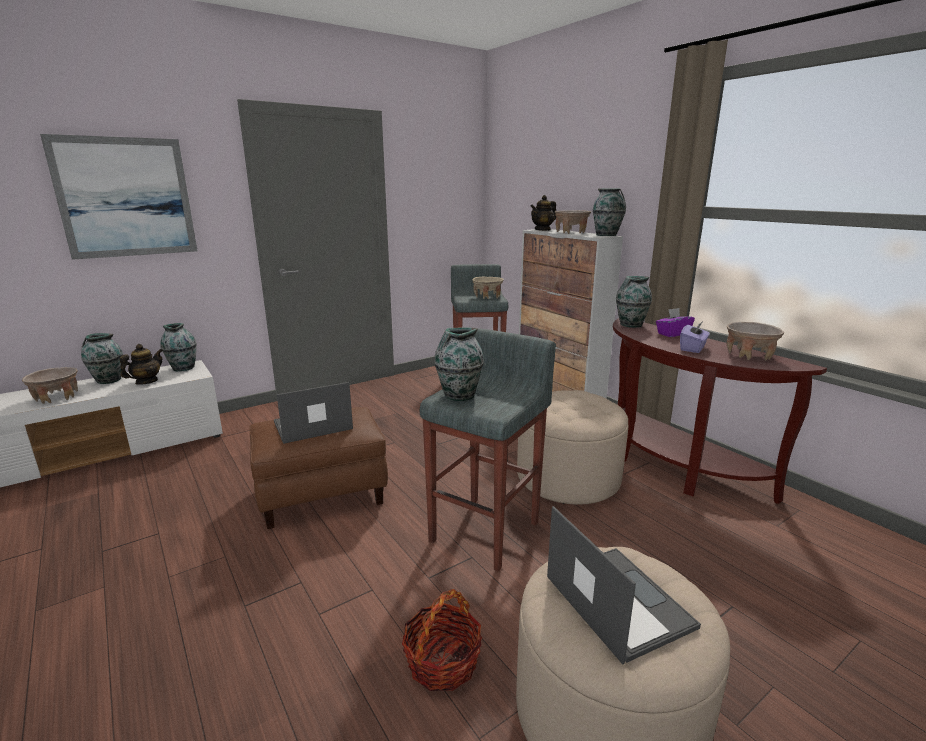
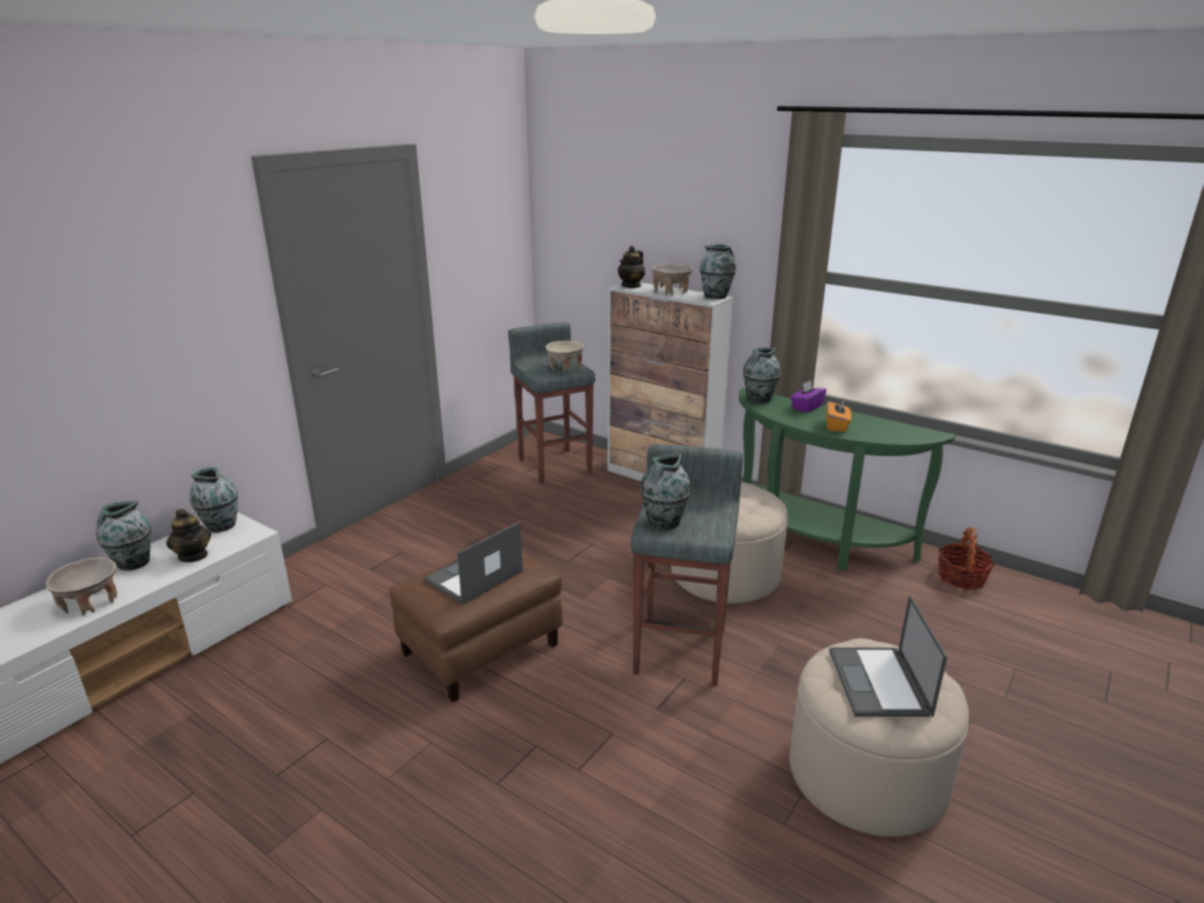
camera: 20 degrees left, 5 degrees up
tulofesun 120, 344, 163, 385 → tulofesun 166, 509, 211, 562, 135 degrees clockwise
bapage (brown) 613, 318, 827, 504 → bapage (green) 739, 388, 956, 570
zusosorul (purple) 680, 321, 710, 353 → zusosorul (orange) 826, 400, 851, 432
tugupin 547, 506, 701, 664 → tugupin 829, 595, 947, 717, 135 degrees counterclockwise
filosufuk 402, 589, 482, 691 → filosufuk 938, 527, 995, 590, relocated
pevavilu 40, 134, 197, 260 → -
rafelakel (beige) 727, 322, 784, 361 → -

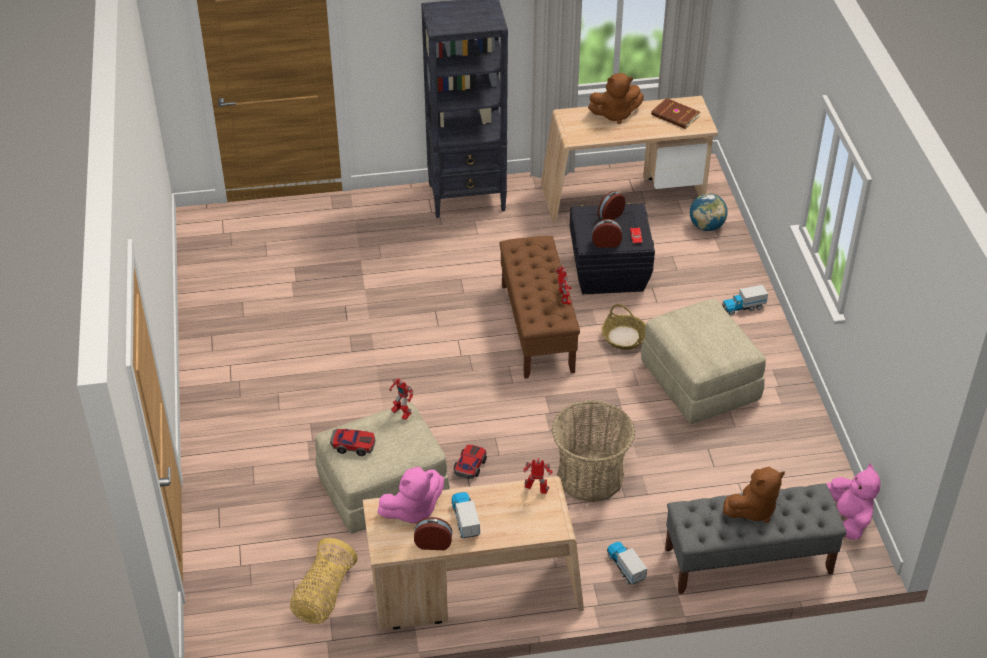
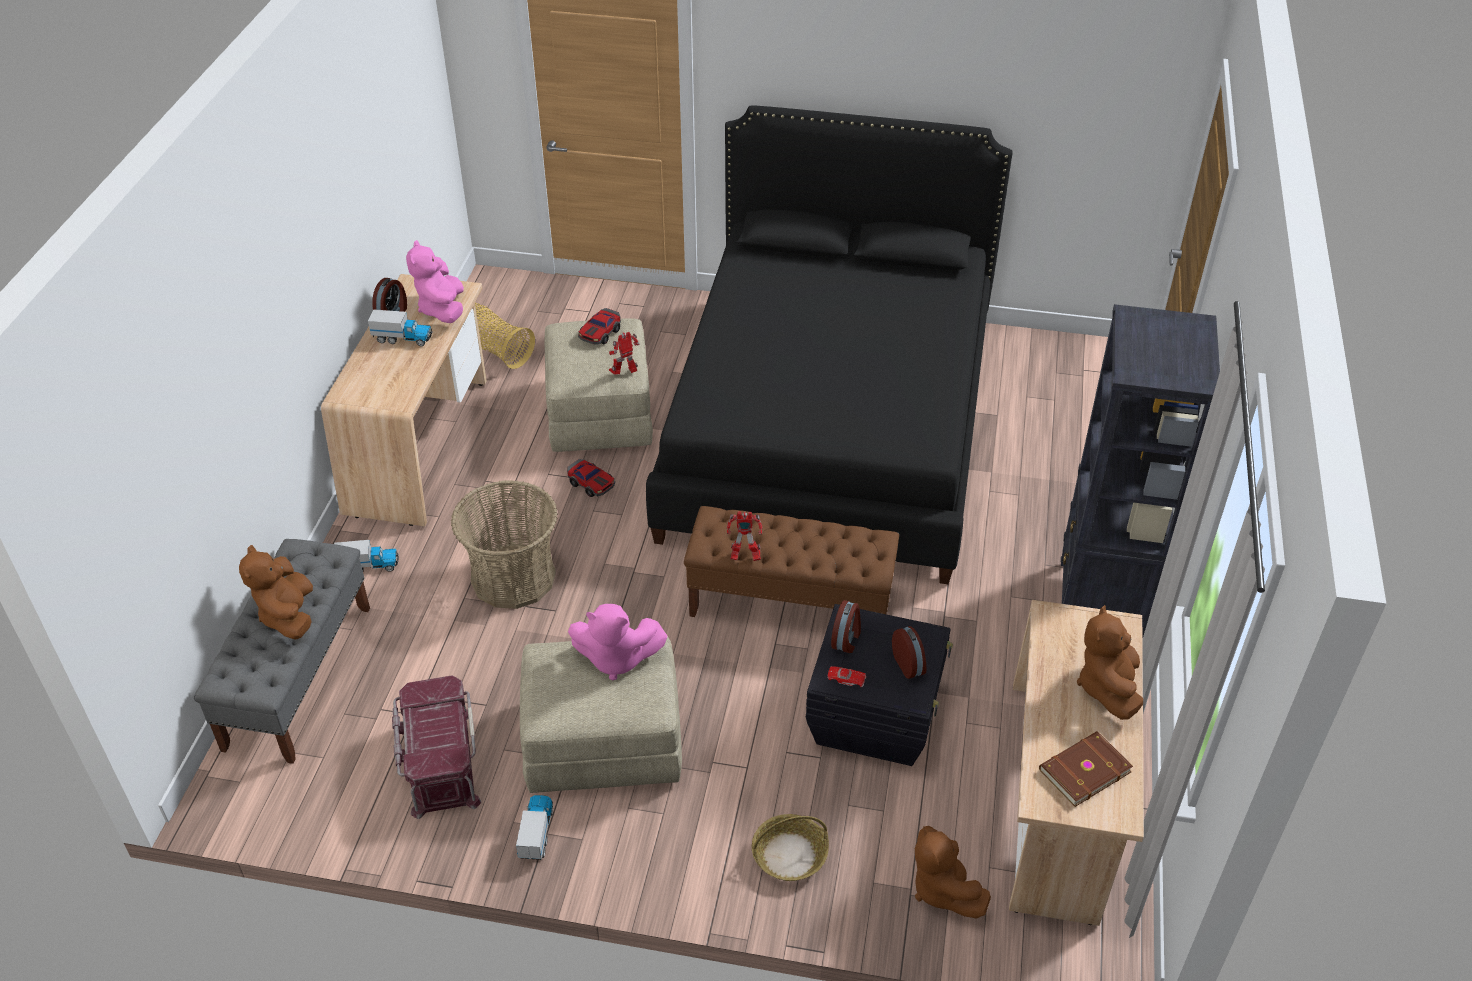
camera: 110 degrees right, 0 degrees up
- → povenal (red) 392, 675, 482, 819
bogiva 722, 285, 768, 315 → bogiva 516, 795, 553, 860, relocated
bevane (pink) 827, 464, 881, 540 → bevane (pink) 568, 604, 668, 680, relocated
- → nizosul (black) 646, 106, 1013, 584
filosufuk 601, 304, 646, 350 → filosufuk 752, 814, 829, 881, relocated
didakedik 690, 193, 728, 231 → bevane (brown) 915, 826, 991, 919
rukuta 523, 458, 553, 494 → -

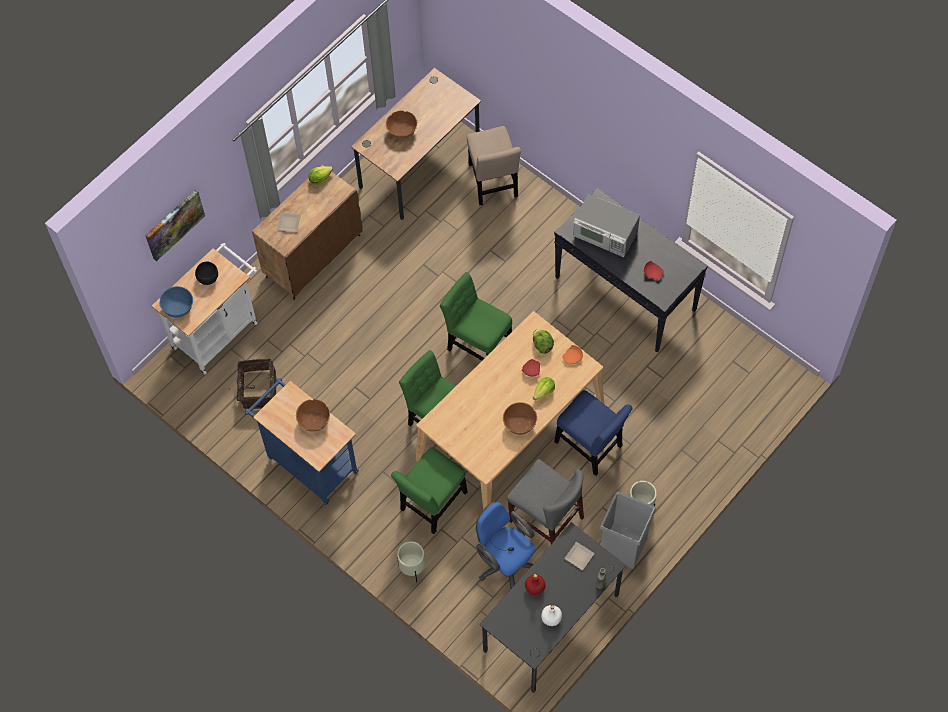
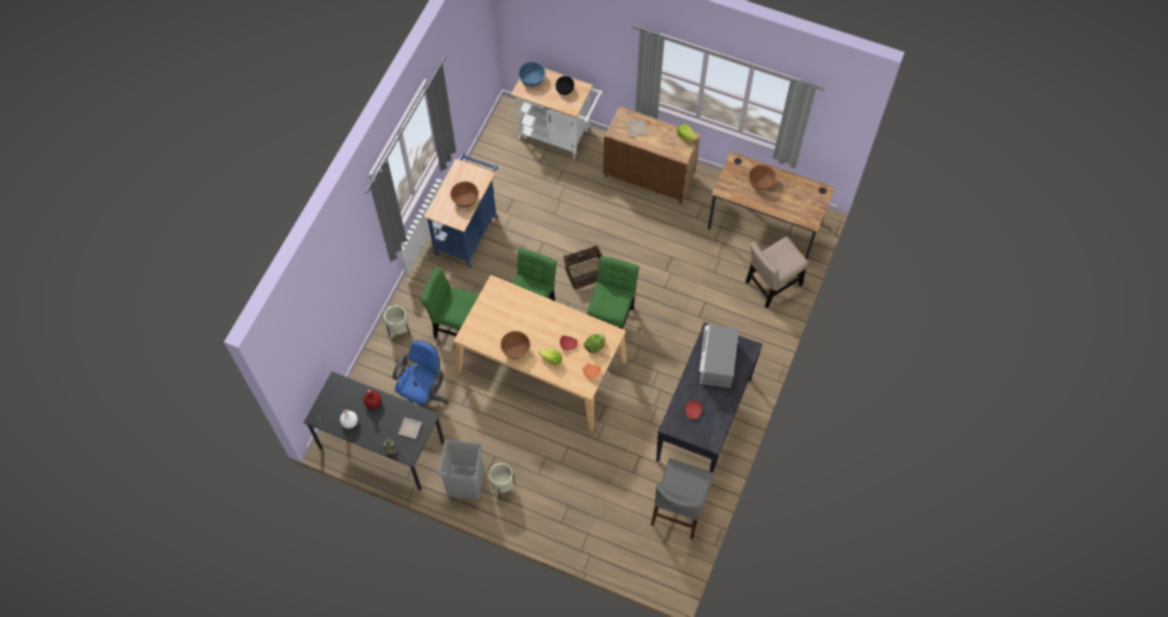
camera: 70 degrees right, 0 degrees up
filosufuk 236, 359, 276, 409 → filosufuk 563, 246, 602, 290, relocated
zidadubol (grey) 507, 459, 584, 544 → zidadubol (grey) 651, 459, 714, 540, relocated
pevavilu 145, 190, 205, 261 → -
zidadubol (blue) 554, 390, 633, 476 → -

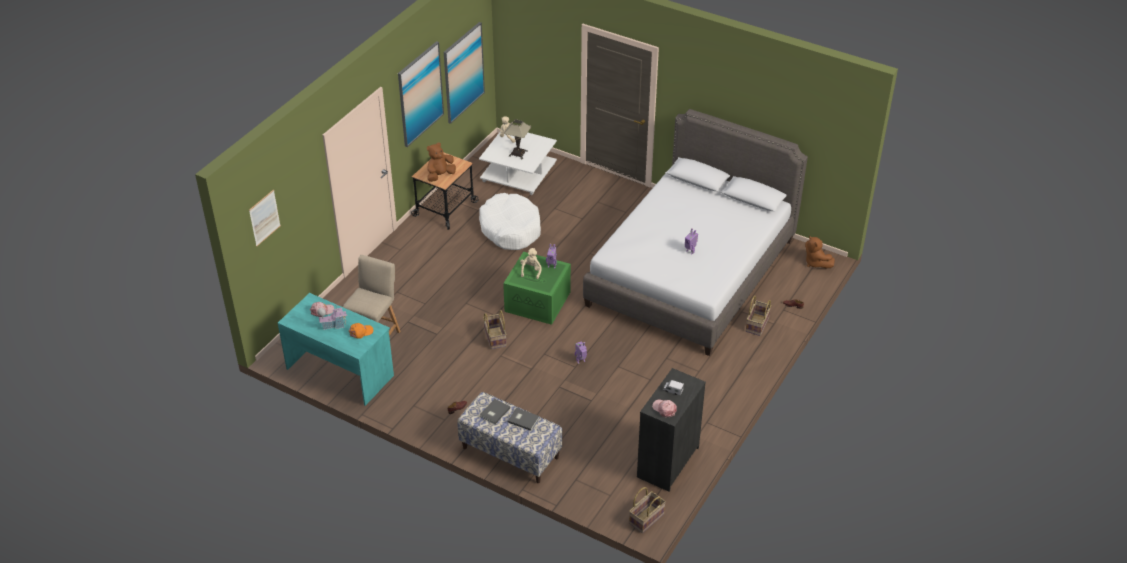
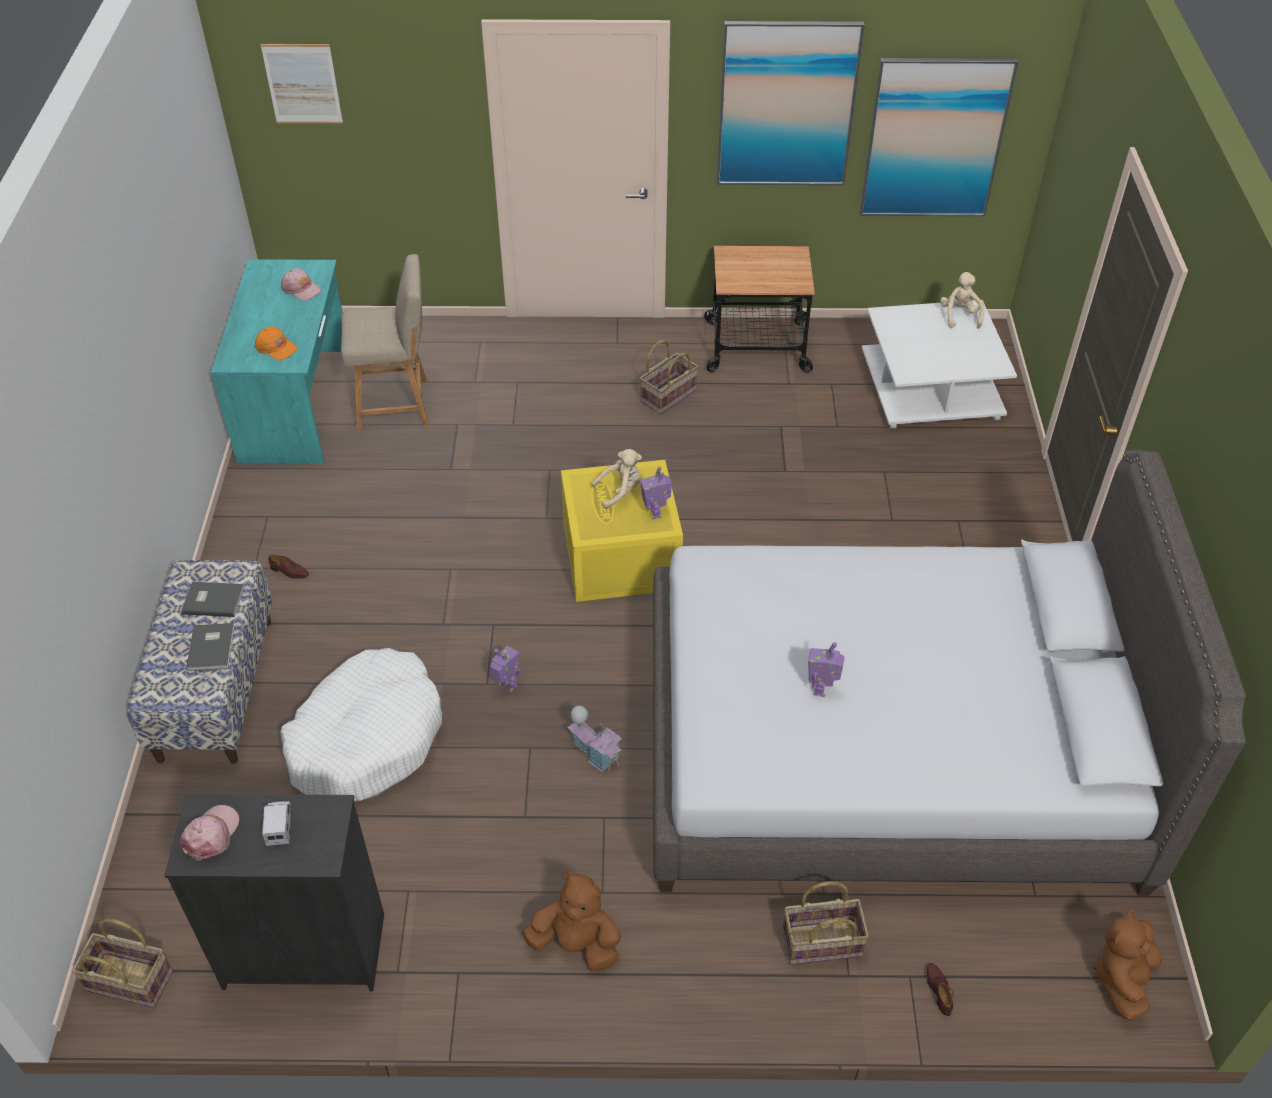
camera: 60 degrees right, 5 degrees up
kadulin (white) 479, 193, 541, 250 → kadulin (white) 280, 648, 442, 801, relocated
bevane (brown) 427, 142, 456, 182 → bevane (brown) 522, 872, 621, 971, relocated
povenal (green) 503, 251, 571, 325 → povenal (yellow) 561, 460, 683, 602
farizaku 317, 305, 347, 330 → farizaku 567, 705, 622, 772, relocated
filosufuk 483, 310, 506, 349 → filosufuk 640, 340, 698, 415, relocated
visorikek 504, 119, 531, 160 → -

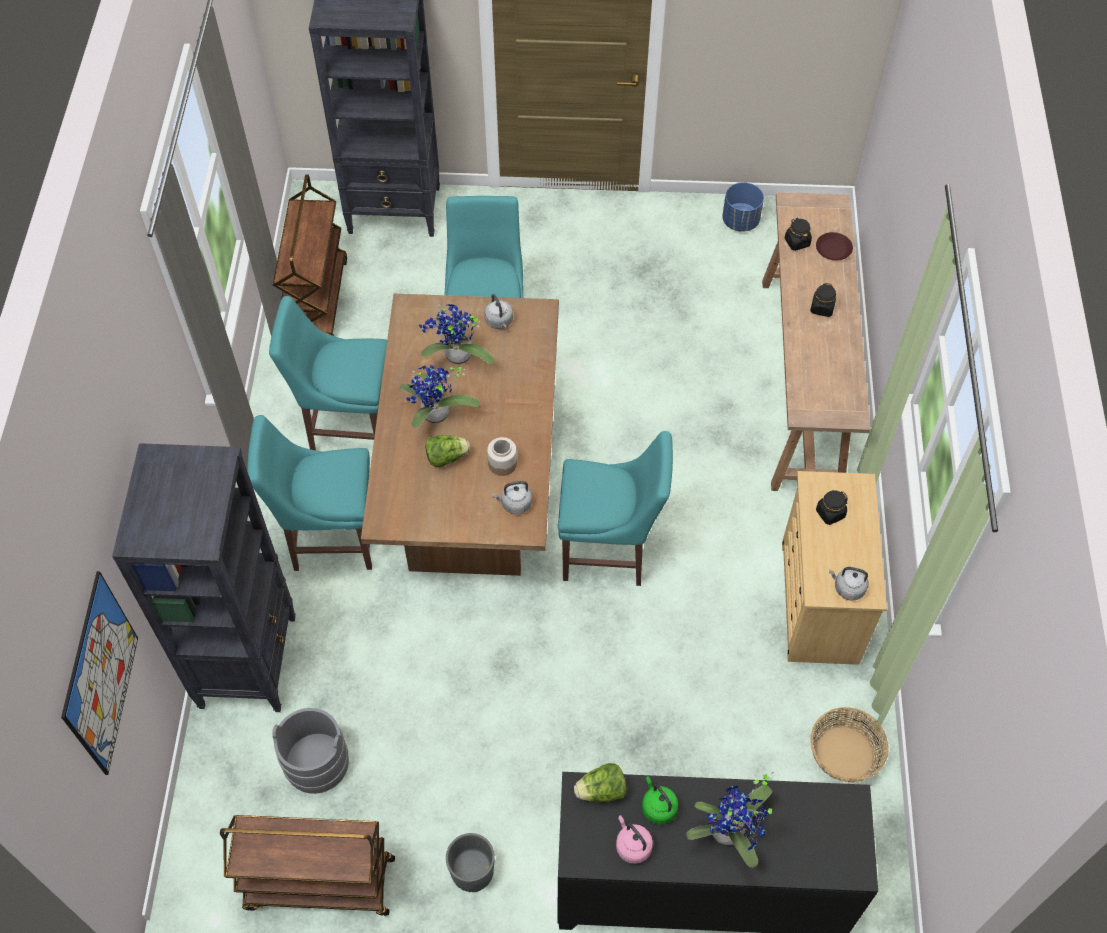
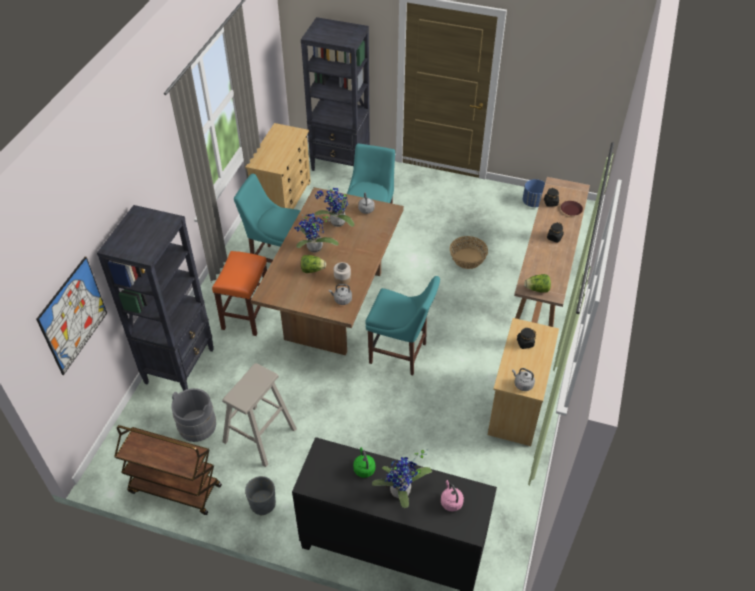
camera: 15 degrees right, 10 degrees down
zidadubol (turquoise) 247, 415, 372, 571 → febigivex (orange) 212, 251, 267, 336
- → febigivex (beige) 222, 363, 297, 467
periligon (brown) 273, 175, 347, 336 → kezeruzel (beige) 245, 123, 311, 209
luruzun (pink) 616, 815, 653, 864 → luruzun (pink) 441, 480, 464, 512, relocated
filosufuk 810, 707, 889, 783 → filosufuk 450, 236, 488, 269, relocated
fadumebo 574, 763, 626, 802 → fadumebo 524, 274, 551, 292, relocated

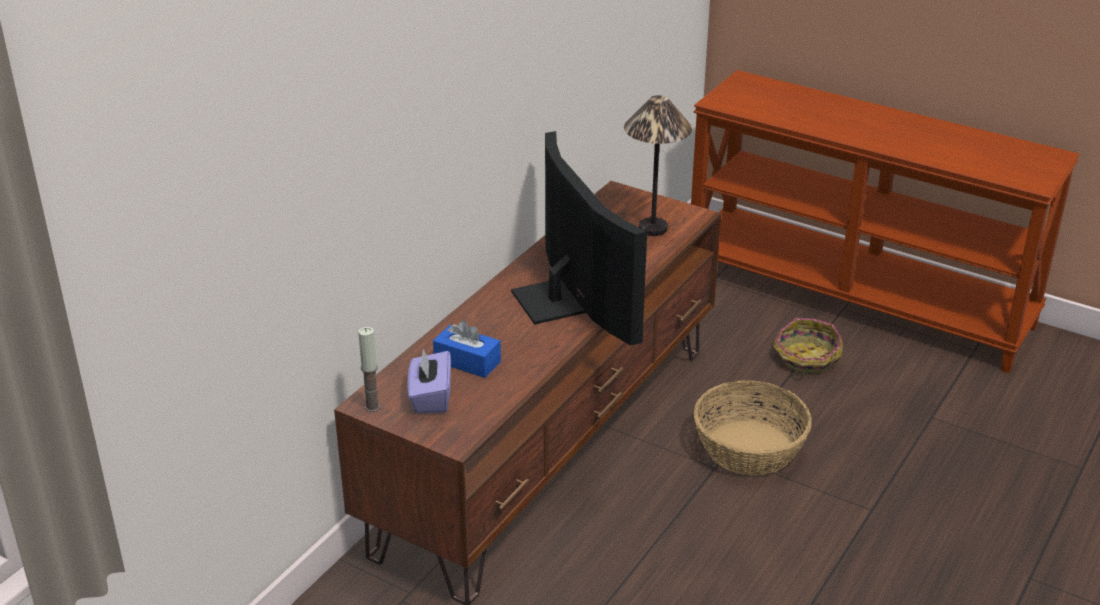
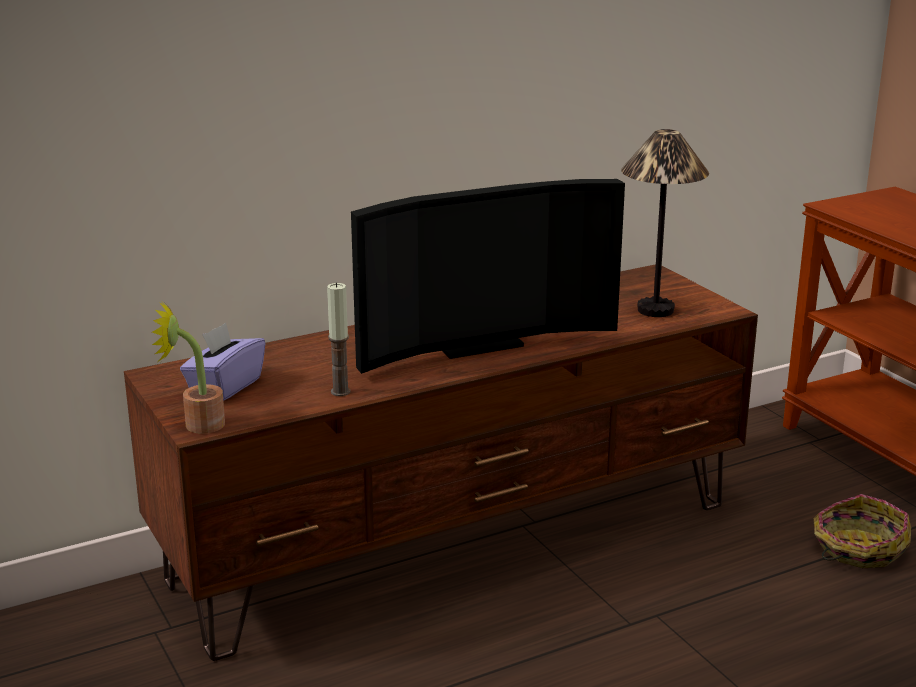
camera: 30 degrees right, 10 degrees down
- → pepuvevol 152, 301, 225, 434
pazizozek 358, 327, 381, 412 → pazizozek 327, 282, 351, 396, relocated
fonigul 511, 131, 647, 346 → fonigul 351, 179, 625, 374, 60 degrees clockwise
zusosorul (blue) 433, 320, 501, 378 → -
filosufuk 694, 380, 812, 476 → -

